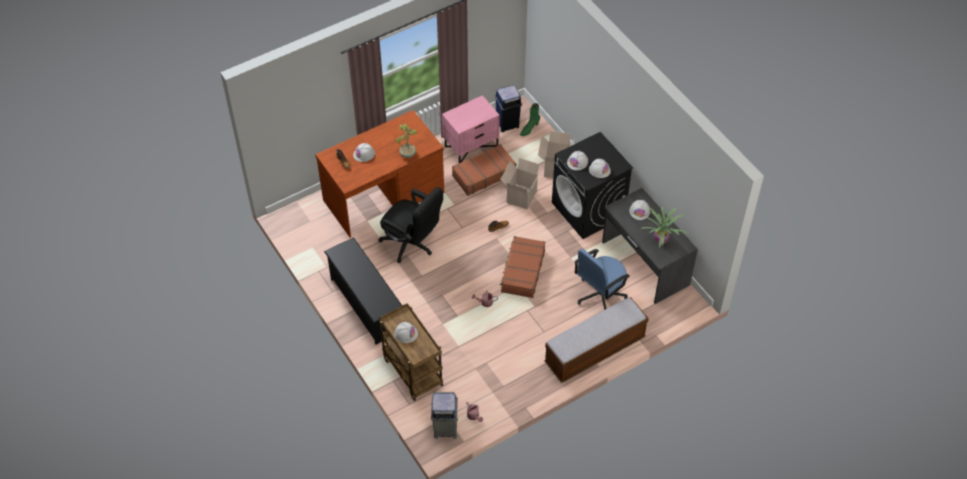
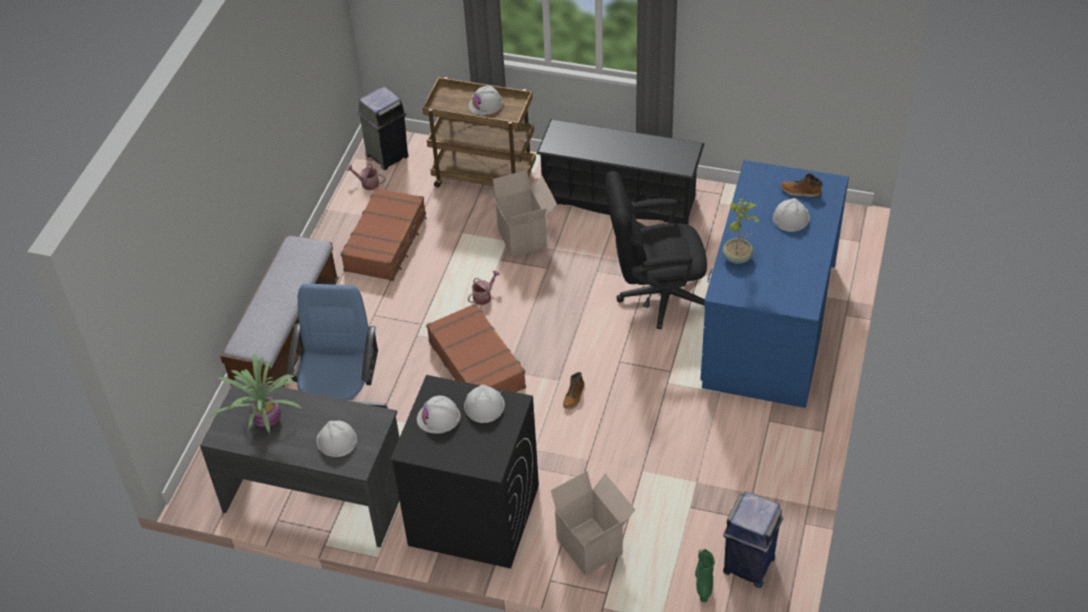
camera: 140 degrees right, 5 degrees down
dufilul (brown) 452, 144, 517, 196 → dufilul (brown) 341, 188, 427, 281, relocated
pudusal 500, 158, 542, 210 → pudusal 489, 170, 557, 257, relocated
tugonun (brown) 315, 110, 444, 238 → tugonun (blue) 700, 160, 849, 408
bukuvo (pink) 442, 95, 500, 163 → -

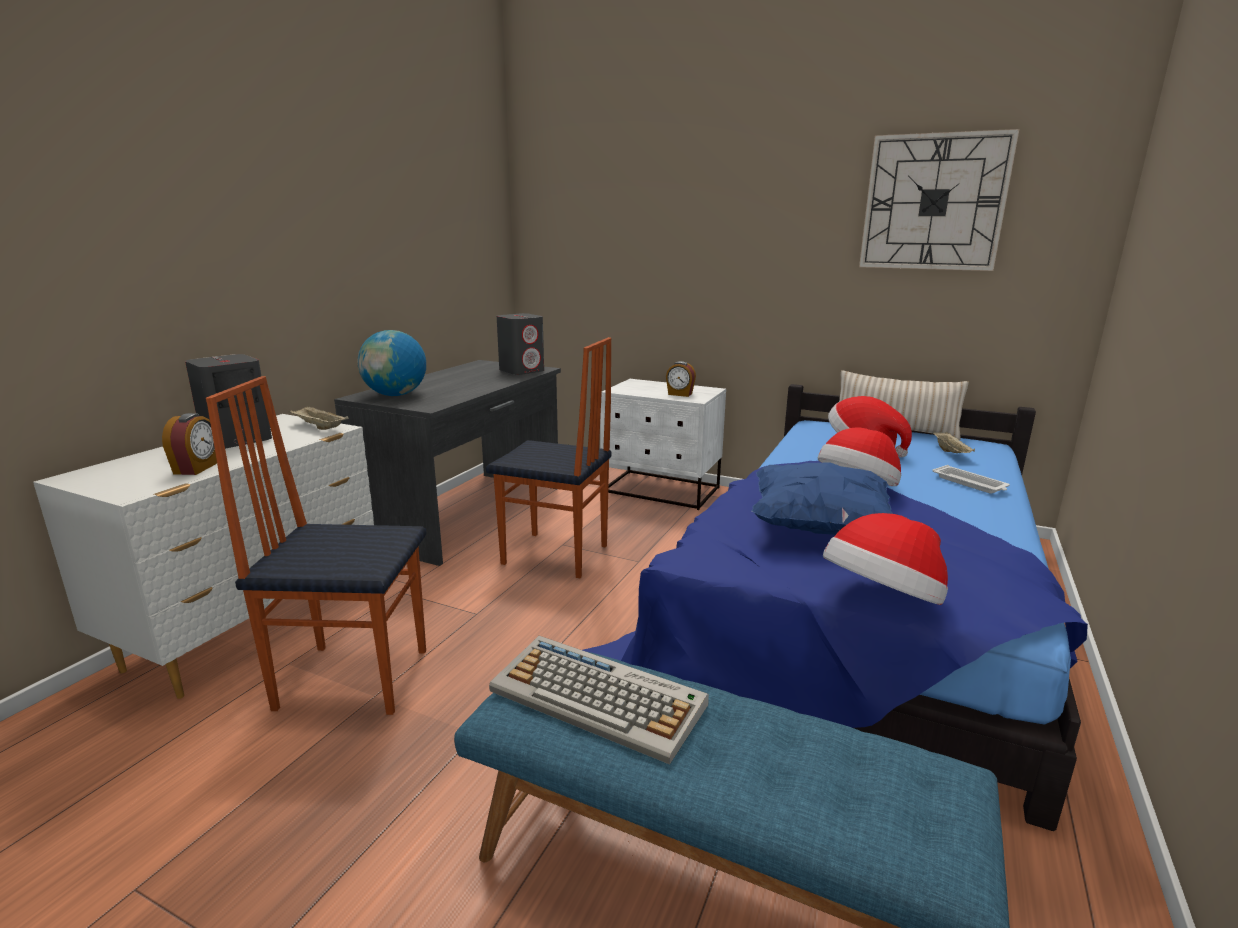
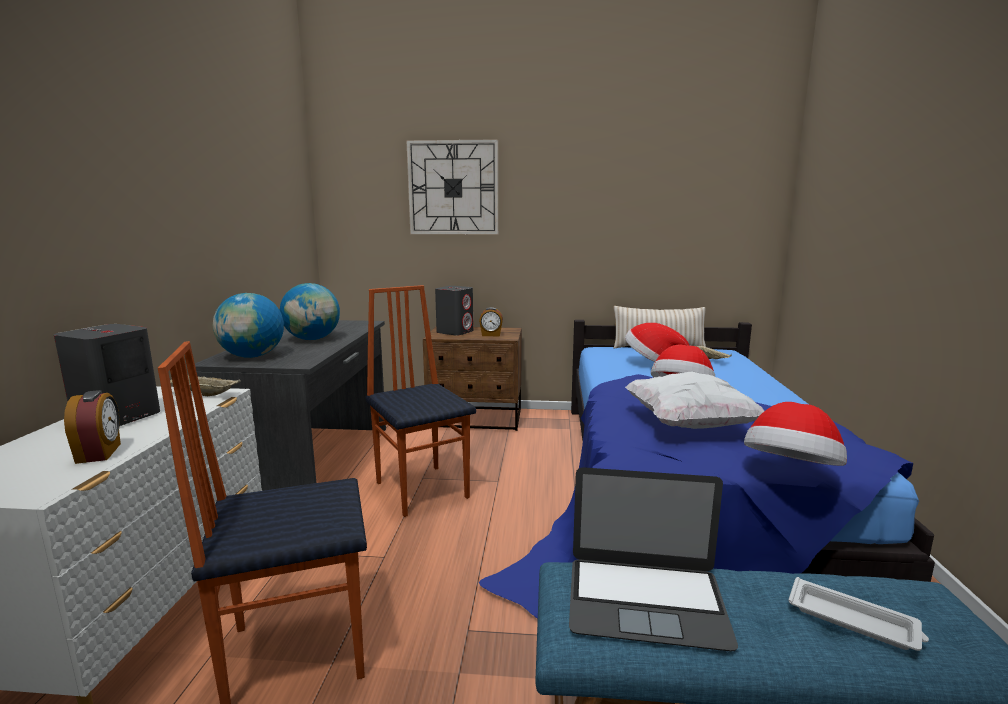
camera: 20 degrees left, 5 degrees down
- → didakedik 280, 283, 340, 340
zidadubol 486, 337, 612, 578 → zidadubol 366, 285, 476, 517, 120 degrees counterclockwise
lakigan 859, 129, 1019, 271 → lakigan 406, 139, 498, 234, relocated
bukuvo (white) 600, 379, 726, 510 → bukuvo (brown) 423, 326, 522, 431
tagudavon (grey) 497, 313, 544, 375 → tagudavon (grey) 435, 286, 473, 336, relocated
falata 489, 636, 709, 764 → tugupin 569, 467, 738, 652
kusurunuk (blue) 751, 462, 893, 535 → kusurunuk (white) 625, 371, 764, 429
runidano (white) 932, 465, 1010, 494 → runidano (white) 788, 577, 929, 651, relocated

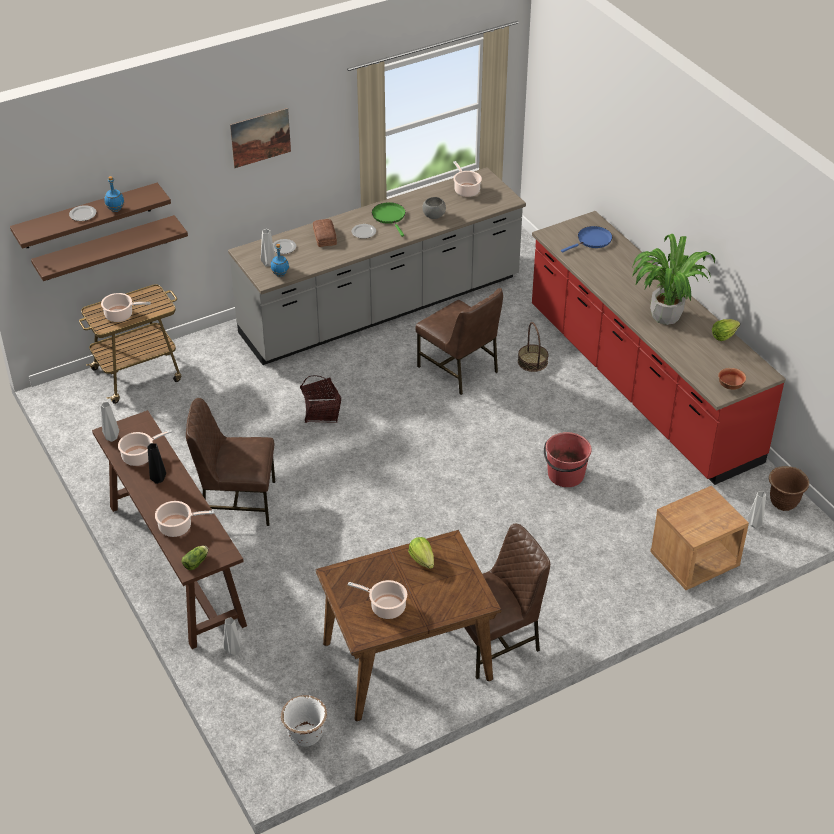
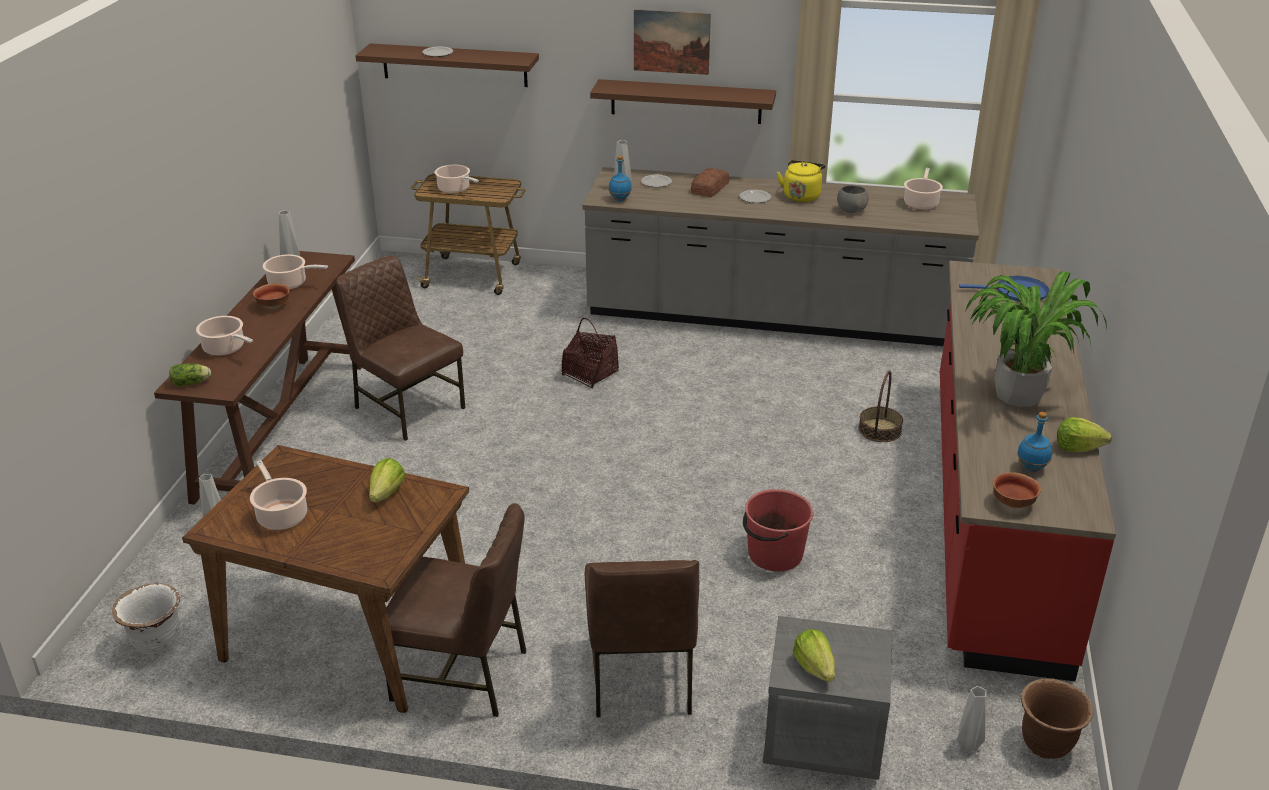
camera: 40 degrees right, 10 degrees down
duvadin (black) 147, 443, 166, 484 → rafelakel 253, 283, 290, 309
zidadubol (brown) 415, 288, 503, 395 → zidadubol (brown) 585, 560, 699, 718, relocated
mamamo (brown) 31, 215, 188, 281 → mamamo (brown) 590, 79, 776, 124, relocated
bukuvo (brown) 650, 486, 749, 590 → bukuvo (grey) 763, 616, 892, 780
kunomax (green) 372, 202, 405, 237 → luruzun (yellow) 777, 160, 825, 202
- → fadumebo 793, 629, 835, 682
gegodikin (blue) 104, 176, 124, 212 → gegodikin (blue) 1017, 412, 1052, 472, relocated

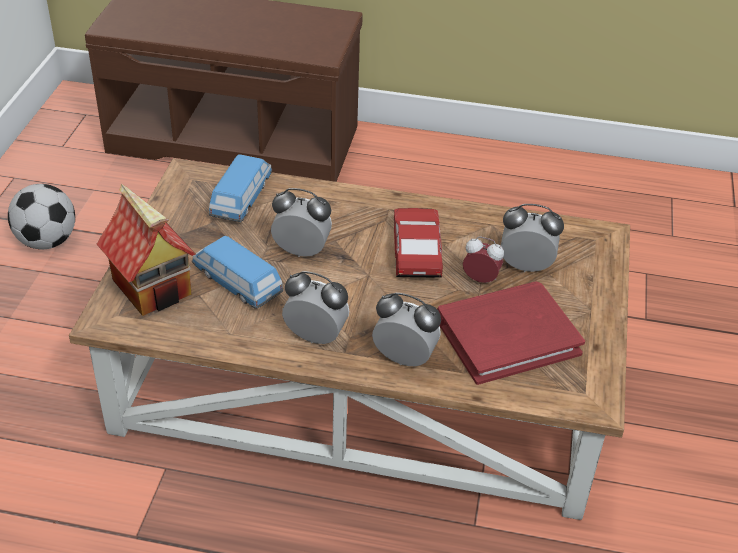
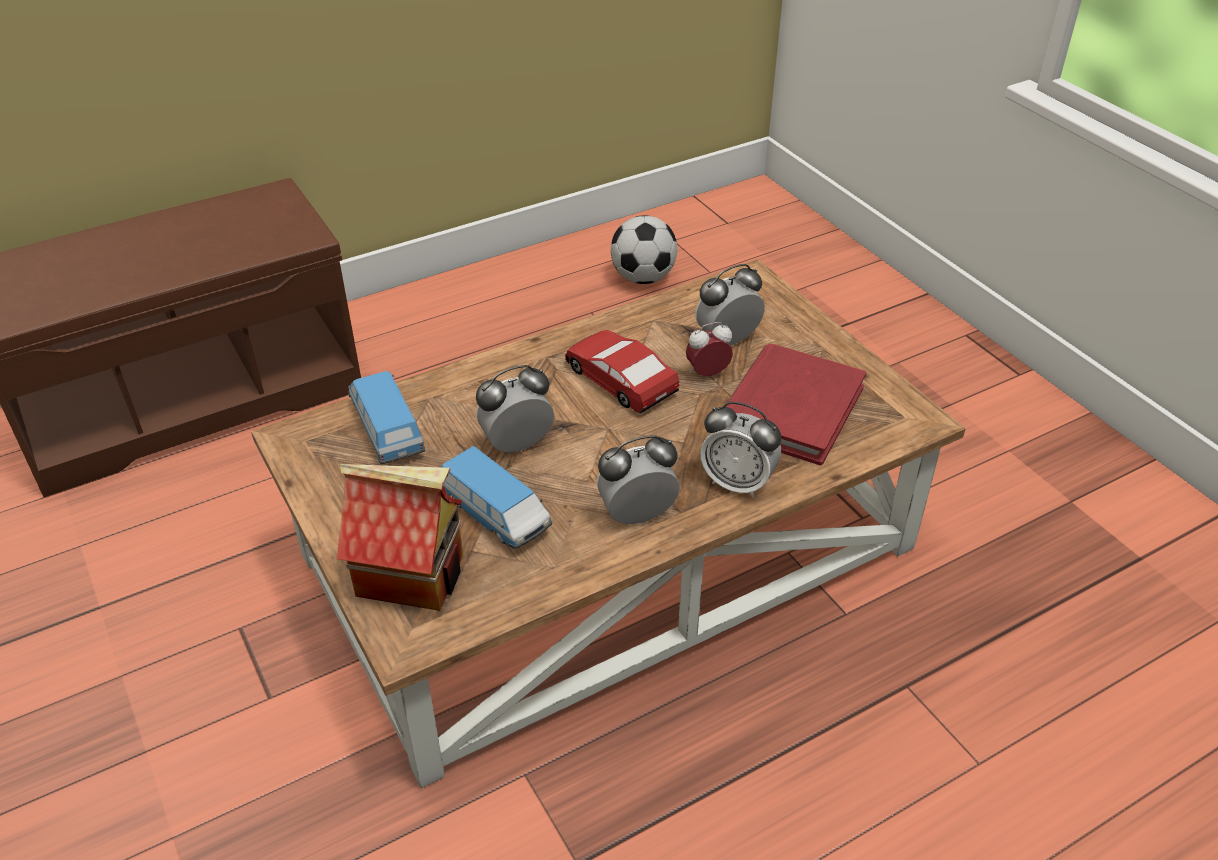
camera: 40 degrees left, 0 degrees up
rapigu 192, 236, 283, 309 → rapigu 441, 446, 552, 549, 135 degrees counterclockwise
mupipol 8, 184, 75, 249 → mupipol 611, 215, 677, 284, relocated
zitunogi 372, 293, 441, 366 → zitunogi 700, 402, 781, 498, 135 degrees counterclockwise

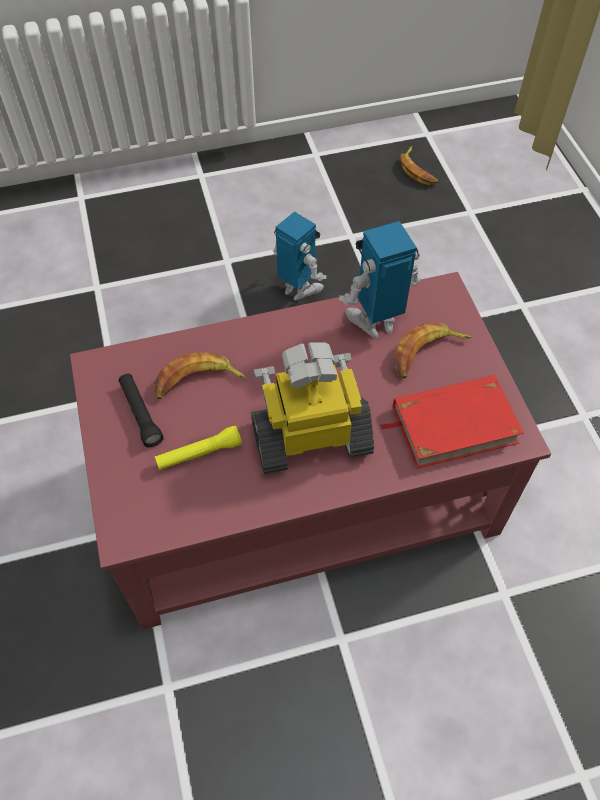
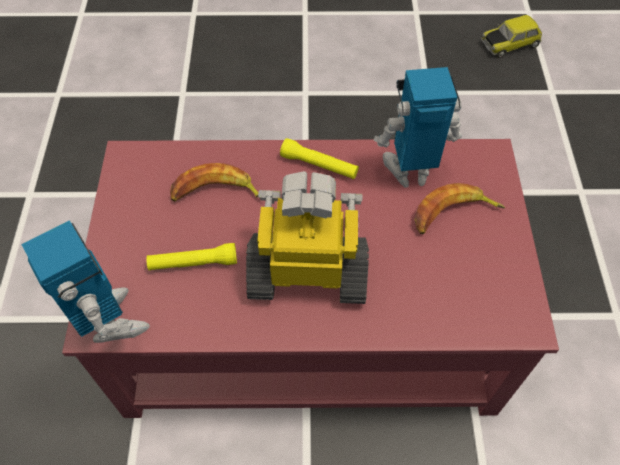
camera: 15 degrees right, 0 degrees up
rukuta 273, 211, 327, 300 → rukuta 21, 220, 150, 343, relocated
- → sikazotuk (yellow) 280, 138, 359, 179
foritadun 401, 146, 438, 185 → rapigu 481, 15, 542, 58
sikazotuk (black) 119, 374, 164, 448 → -
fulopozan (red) 380, 375, 524, 469 → -

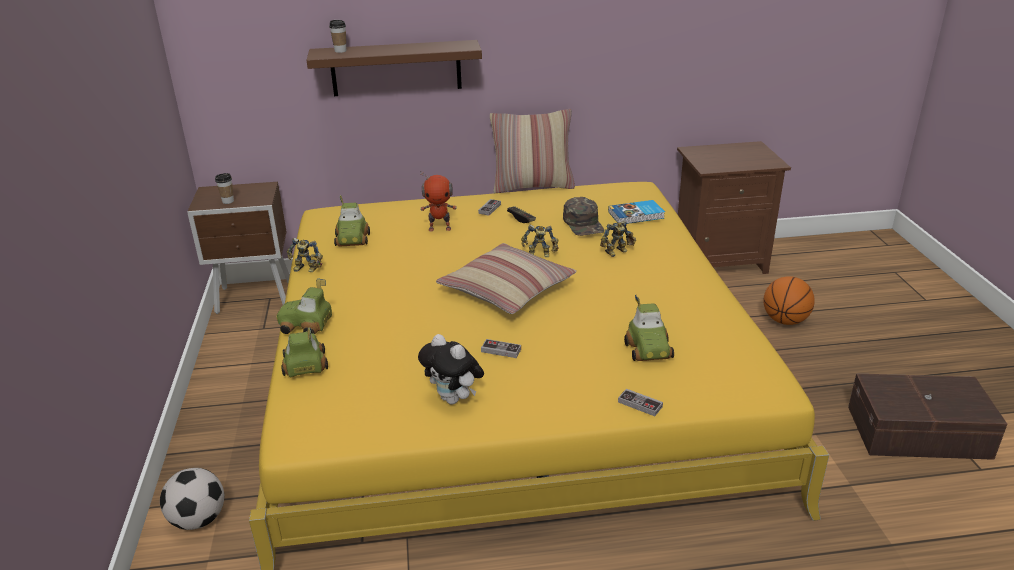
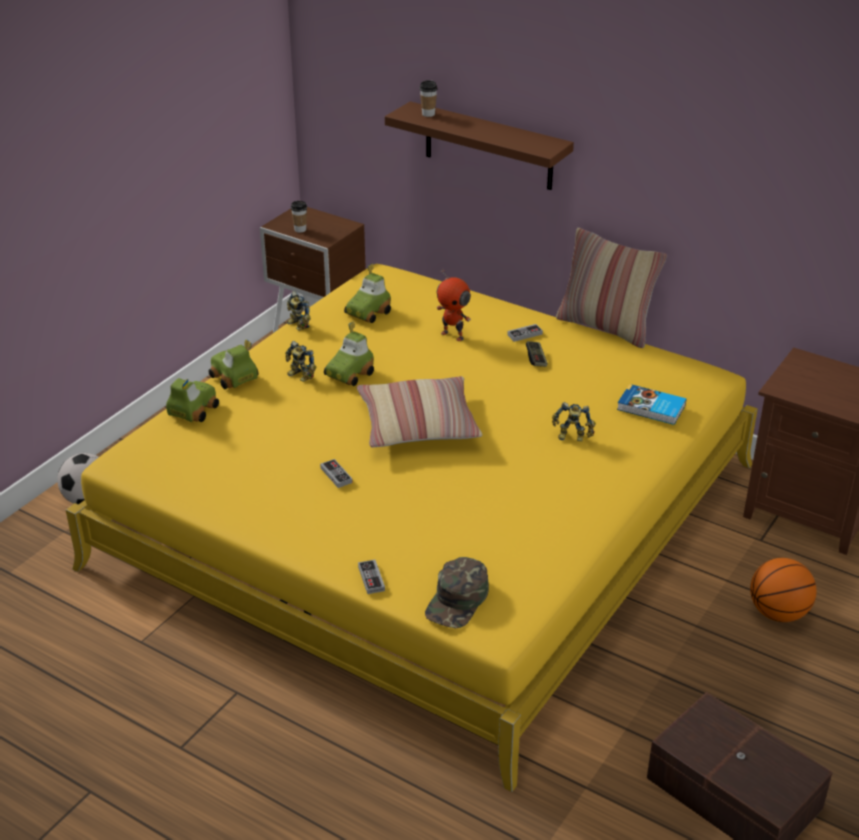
camera: 40 degrees right, 5 degrees up
rukuta 521, 225, 559, 257 → rukuta 285, 341, 316, 382, relocated
rapigu 624, 294, 674, 361 → rapigu 324, 321, 374, 386, relocated
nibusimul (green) 563, 197, 605, 236 → nibusimul (green) 425, 557, 489, 628, relocated
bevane 418, 334, 484, 405 → -

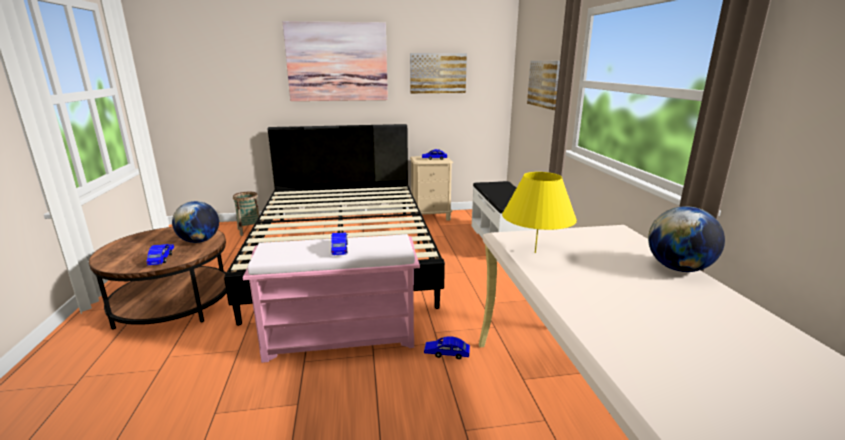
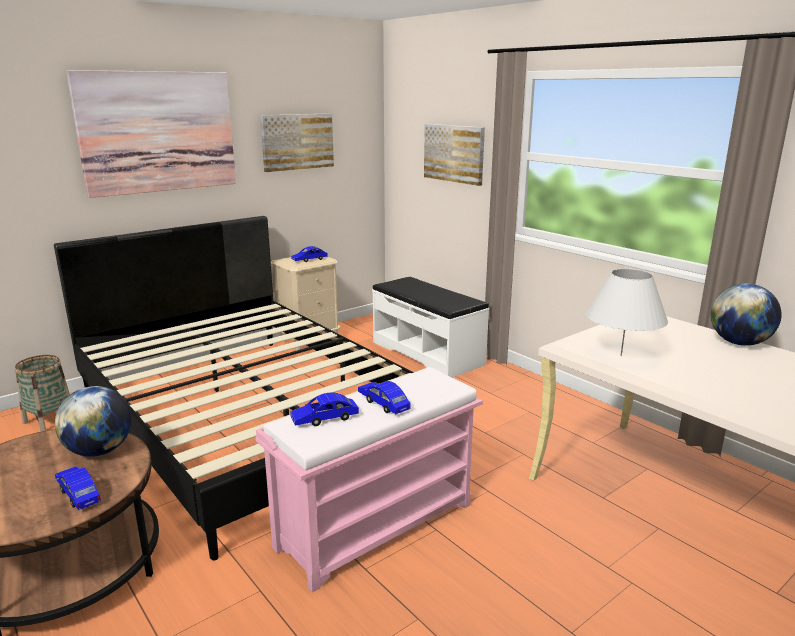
camera: 30 degrees left, 0 degrees up
rapigu (blue) 424, 336, 470, 359 → rapigu (blue) 291, 393, 359, 426, relocated
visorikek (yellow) 502, 172, 577, 253 → visorikek (white) 586, 269, 668, 356

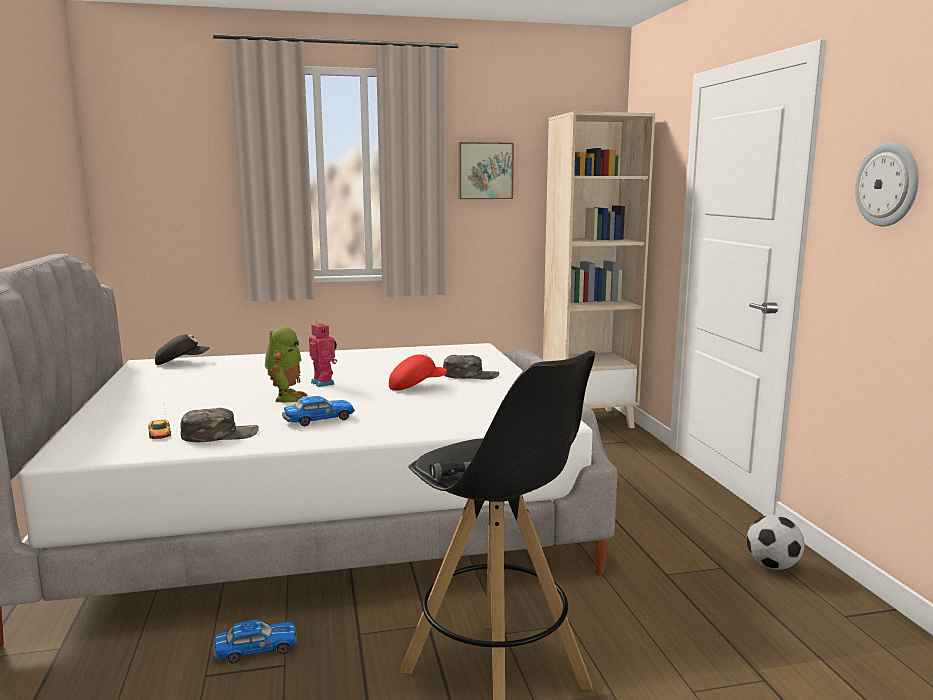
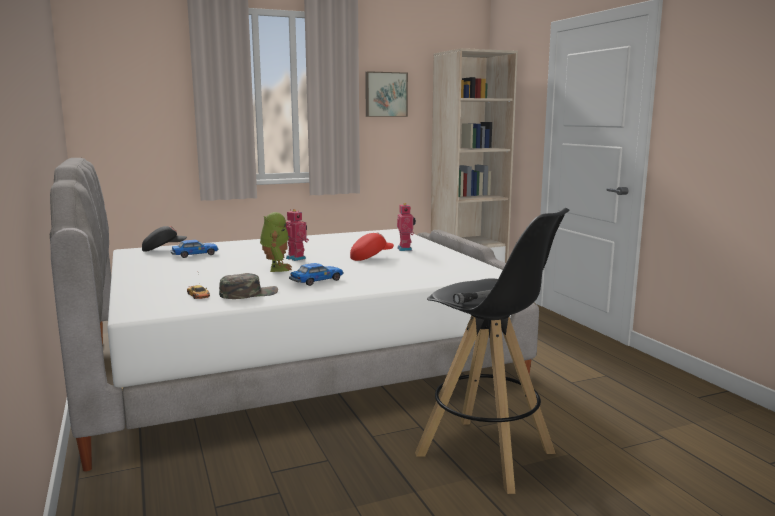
camera: 10 degrees left, 0 degrees up
rapigu 212, 619, 297, 663 → rapigu 171, 240, 218, 258, relocated
nibusimul (green) 443, 355, 499, 380 → rukuta 397, 203, 416, 251
mupipol 747, 515, 805, 570 → -
lakigan 855, 142, 919, 227 → -

